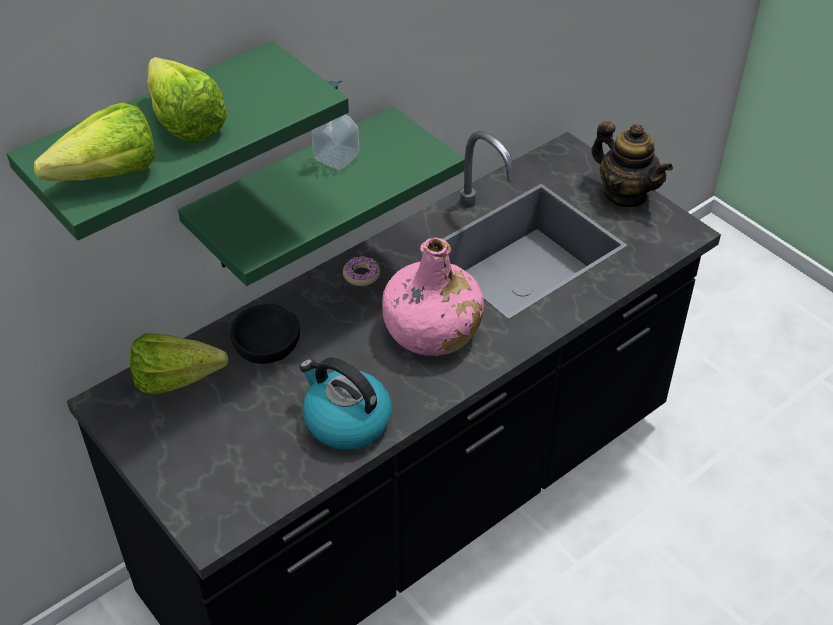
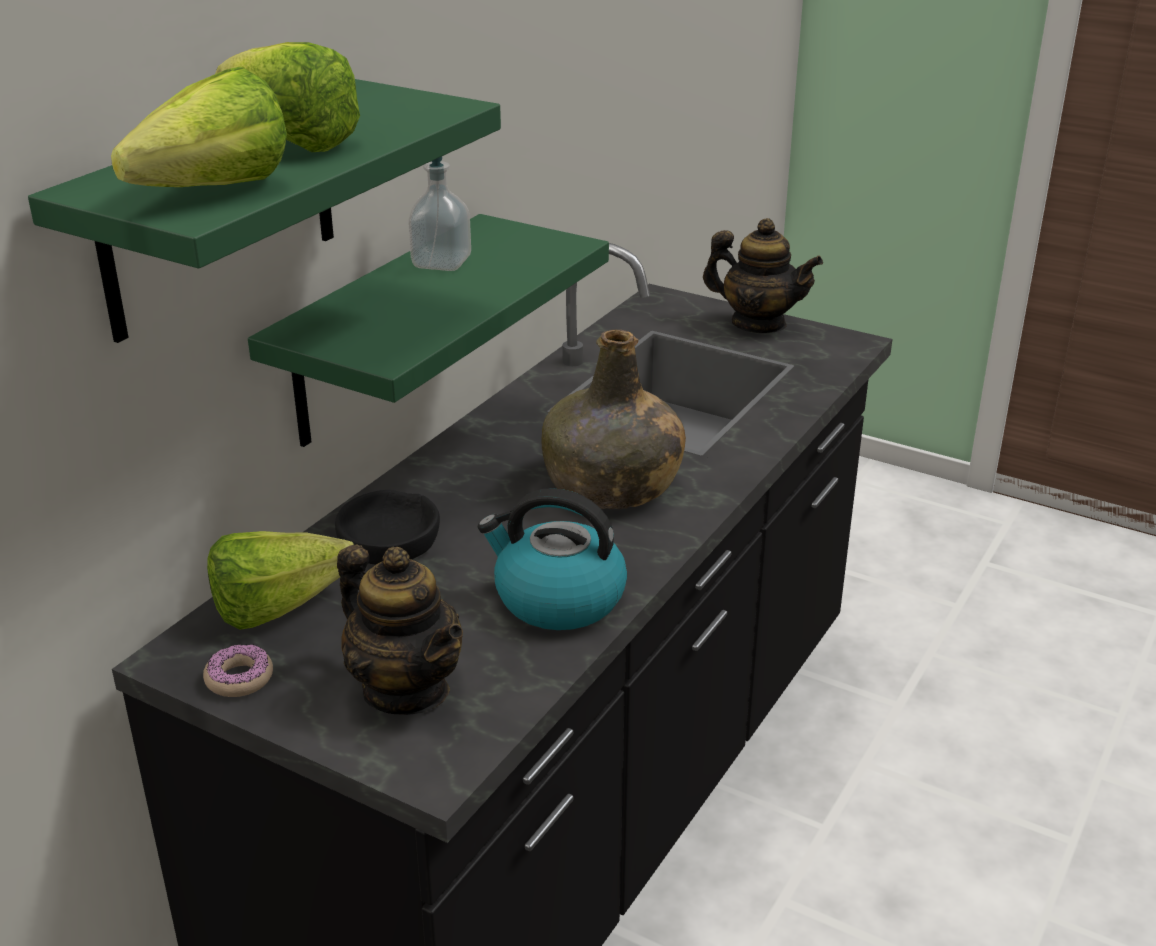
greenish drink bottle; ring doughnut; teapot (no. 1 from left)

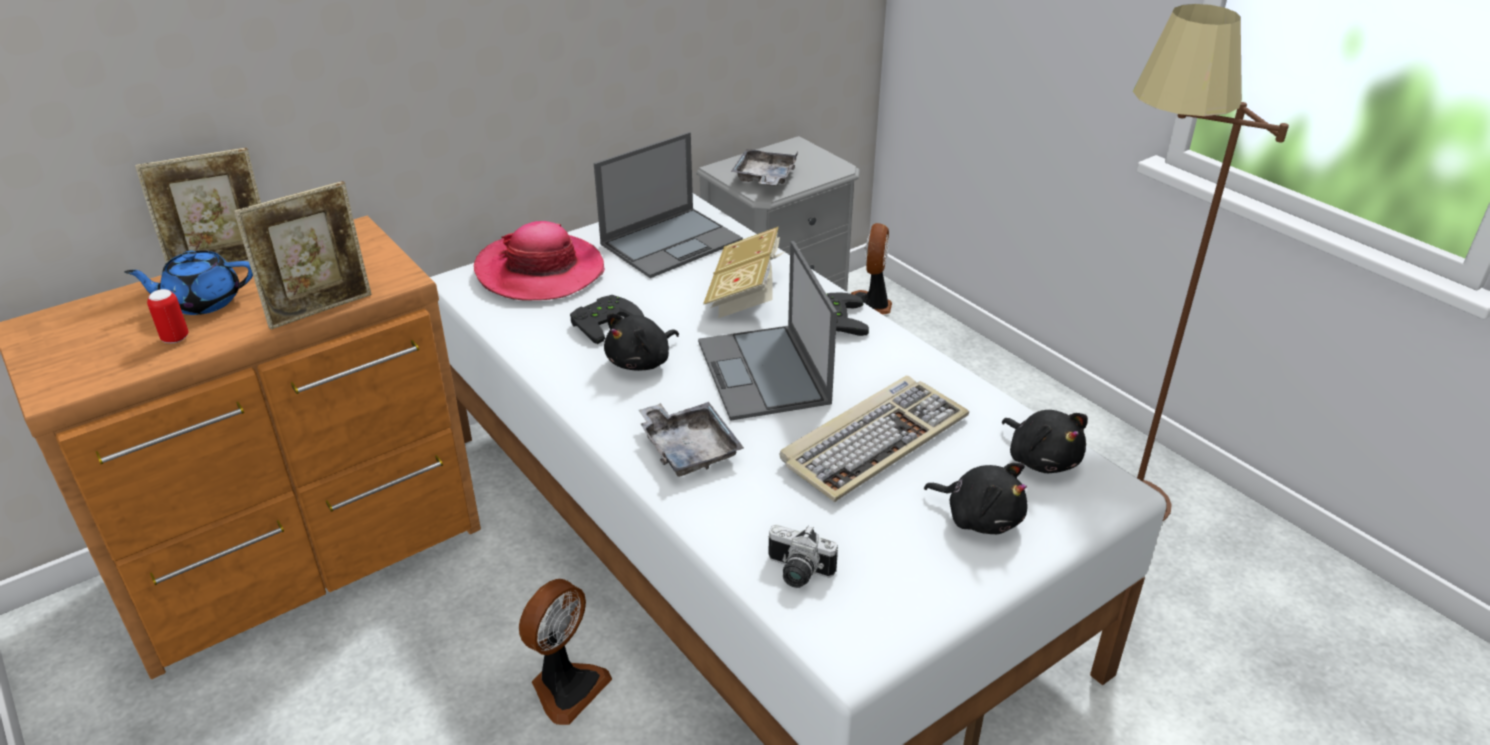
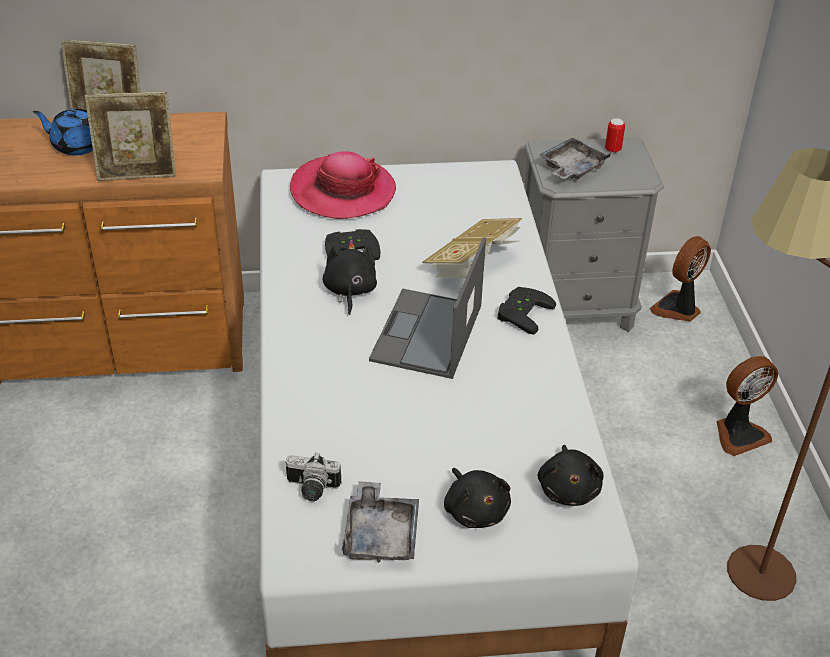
notebook computer (no. 1 from left in the first image); sealed can; blackish plush toy (no. 1 from left); keyboard; grey carrying tray (no. 1 from left); still camera; cooling fan (no. 2 from left)

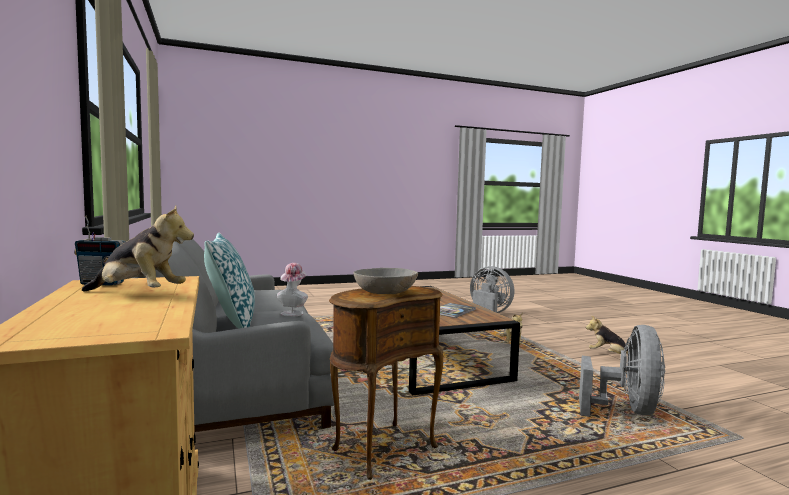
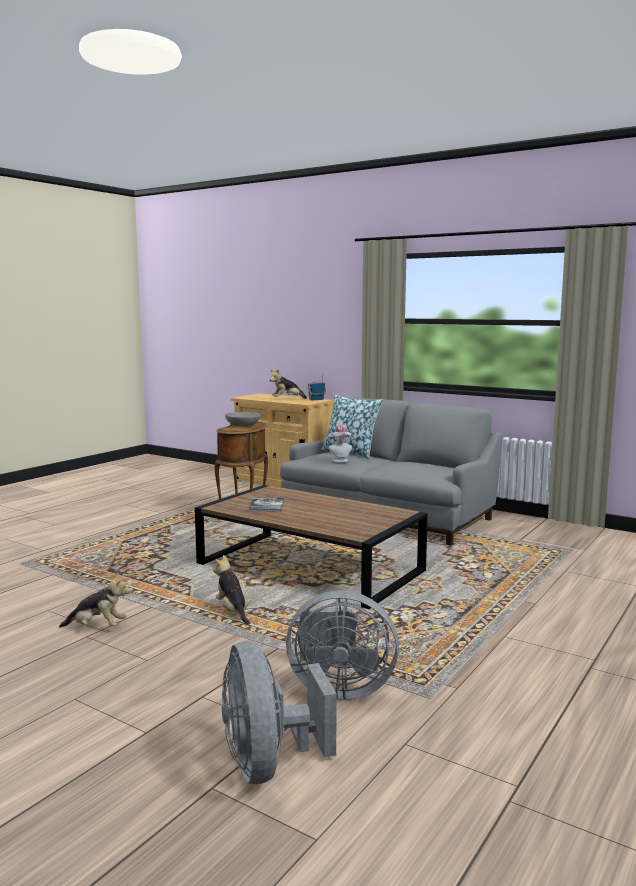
grey cooling fan (no. 1 from left)

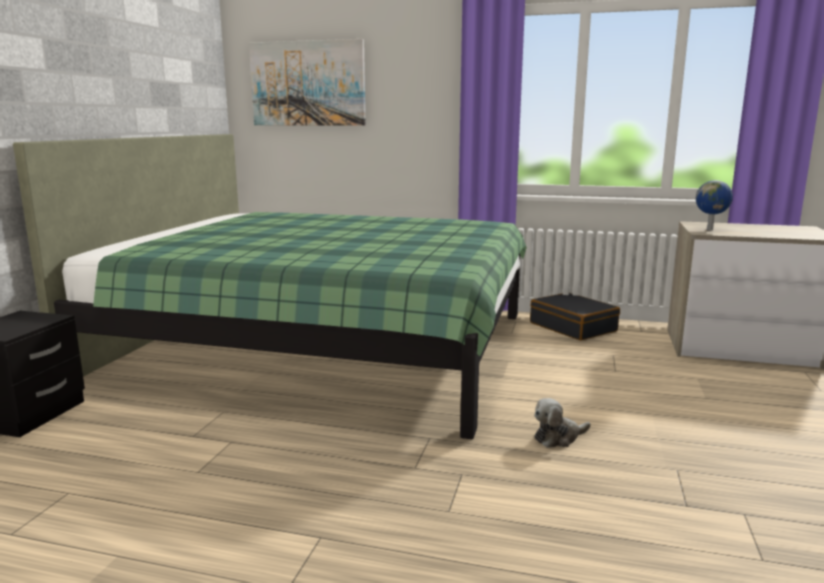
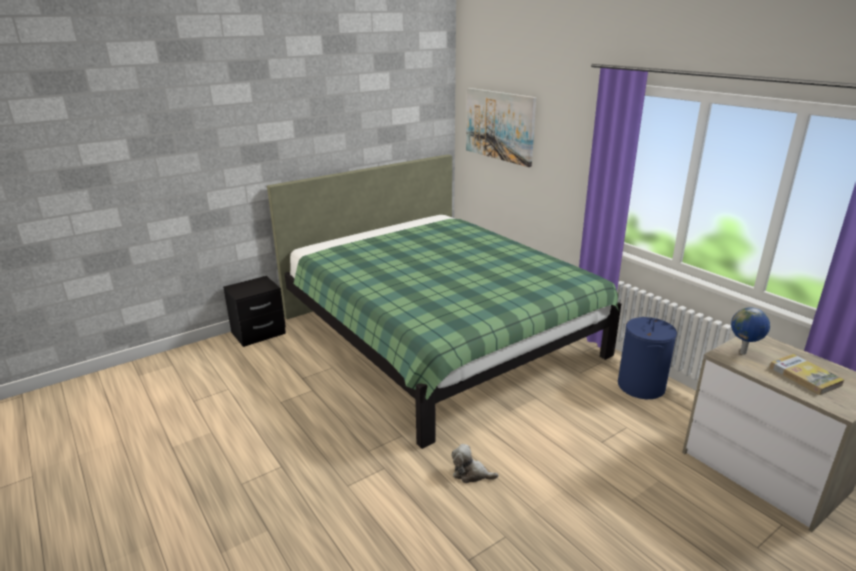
bluish washing basket; volume

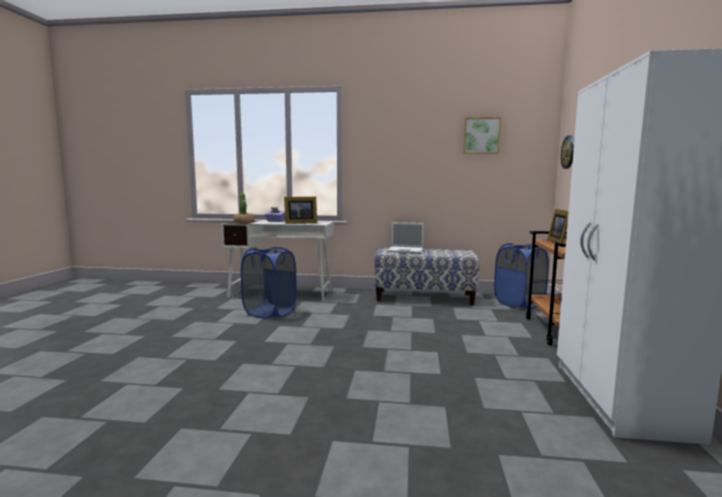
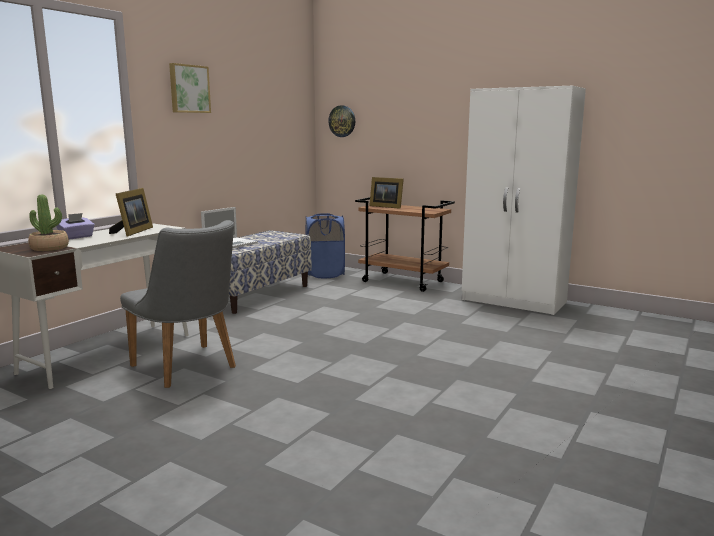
wall picture; grey upright chair

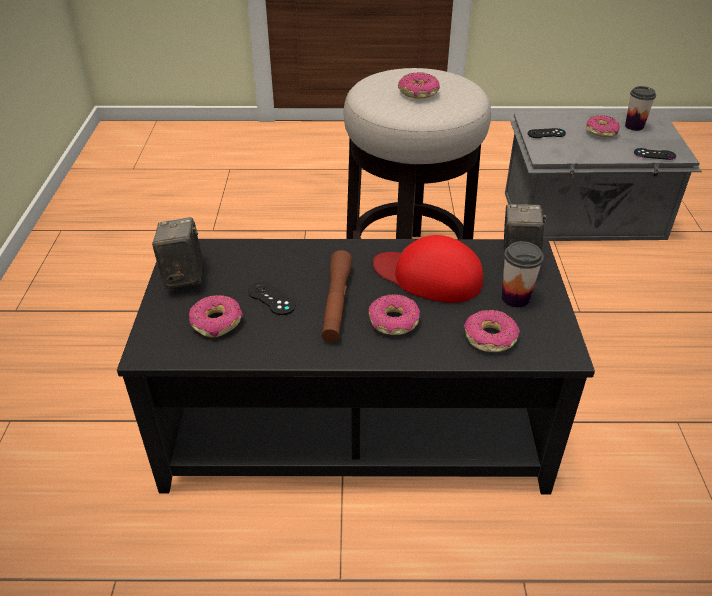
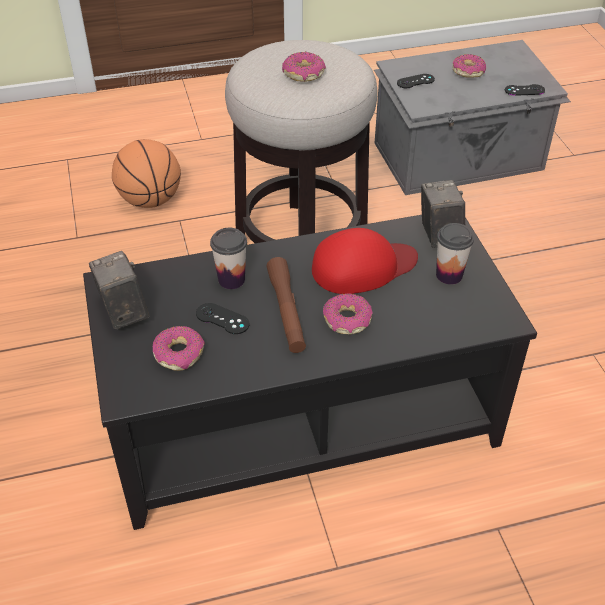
drinking cup (no. 1 from left); red-coloured baseball cap; ring doughnut (no. 4 from left in the first image); basketball

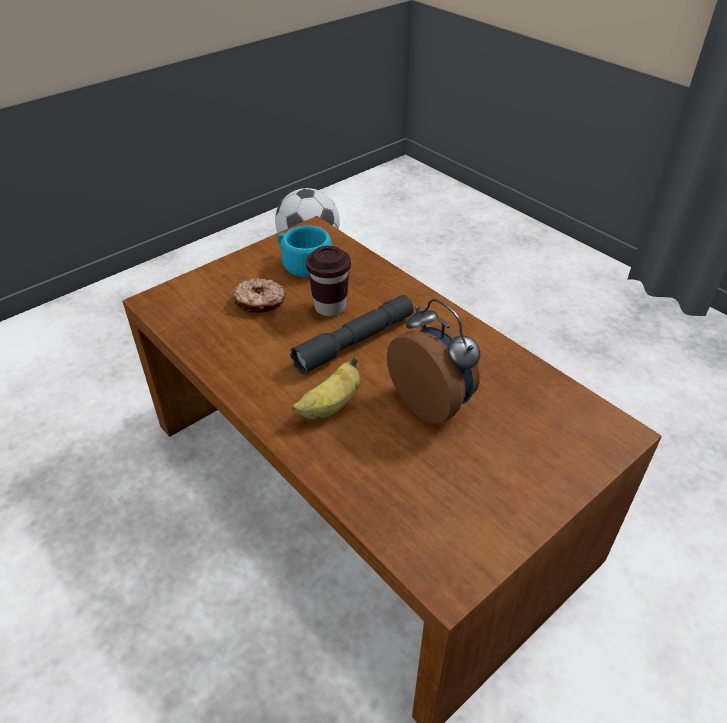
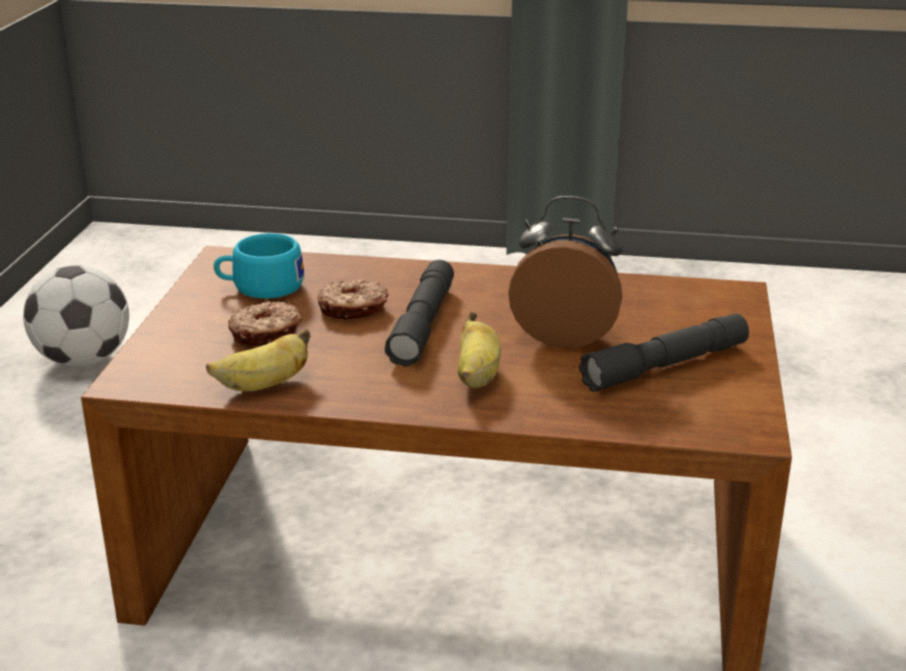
ring doughnut (no. 2 from left); grey flashlight (no. 2 from left); whole banana (no. 1 from left)

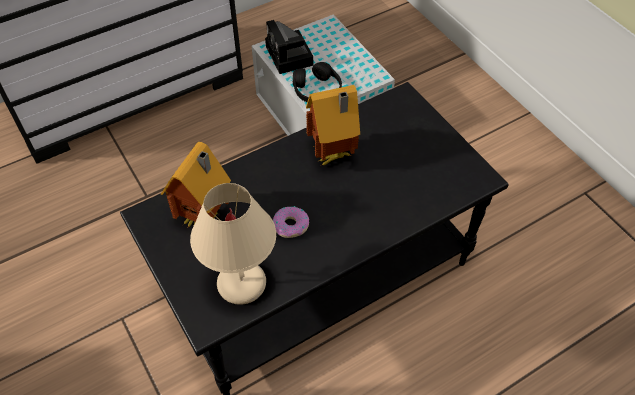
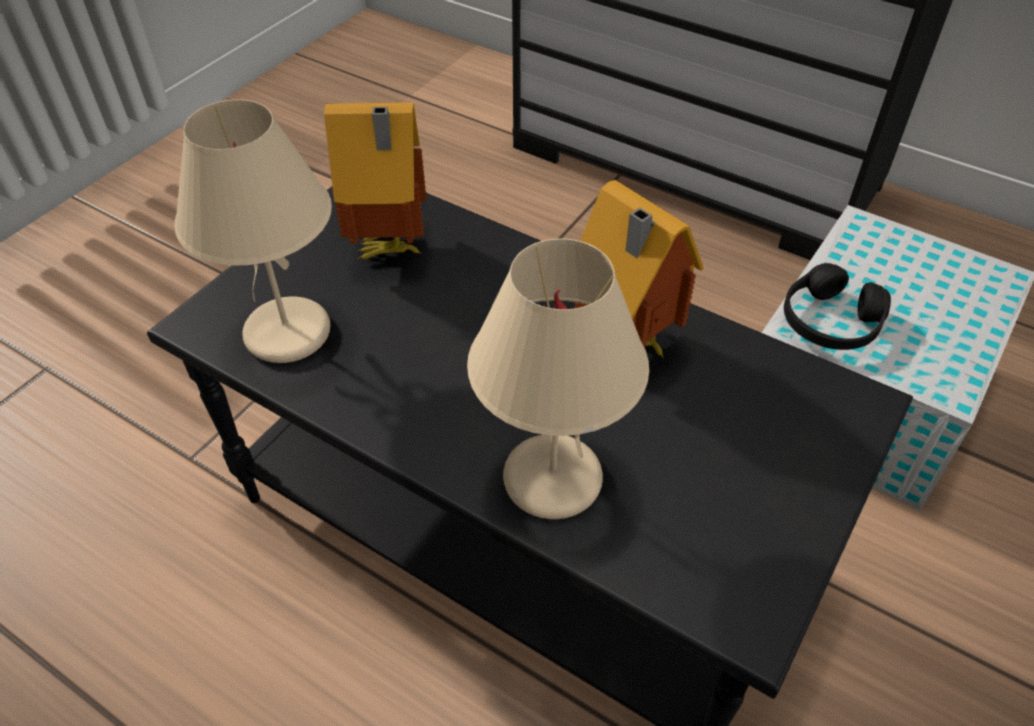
still camera; ring doughnut; beige tabletop lamp (no. 2 from left)

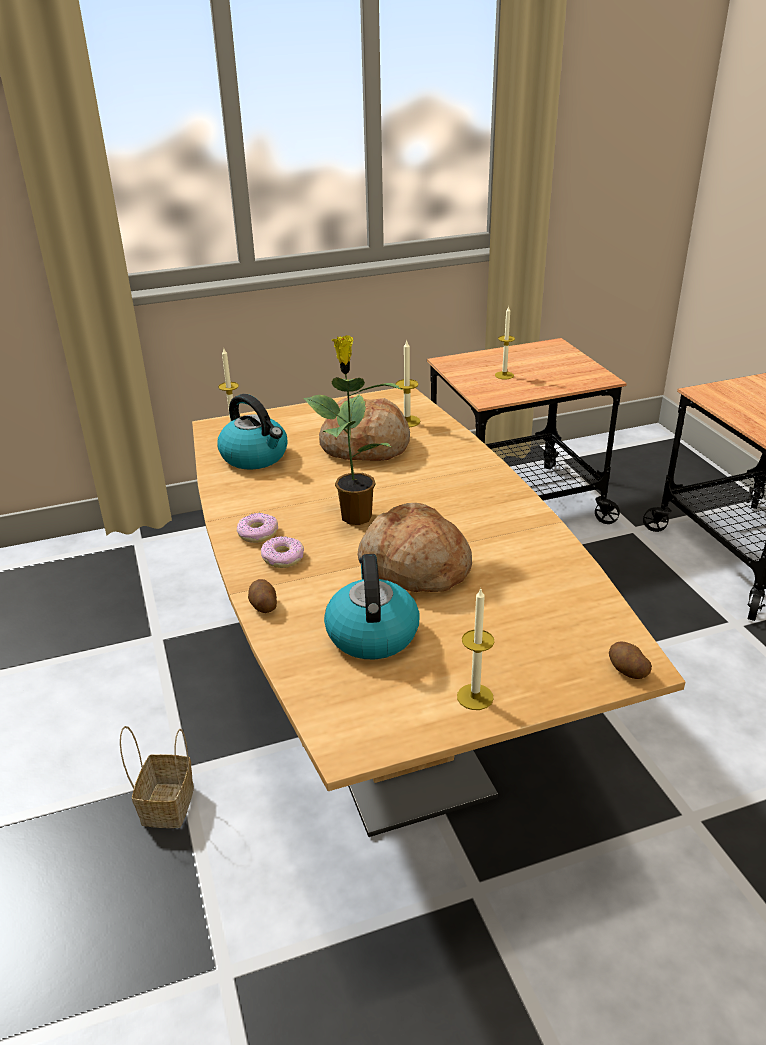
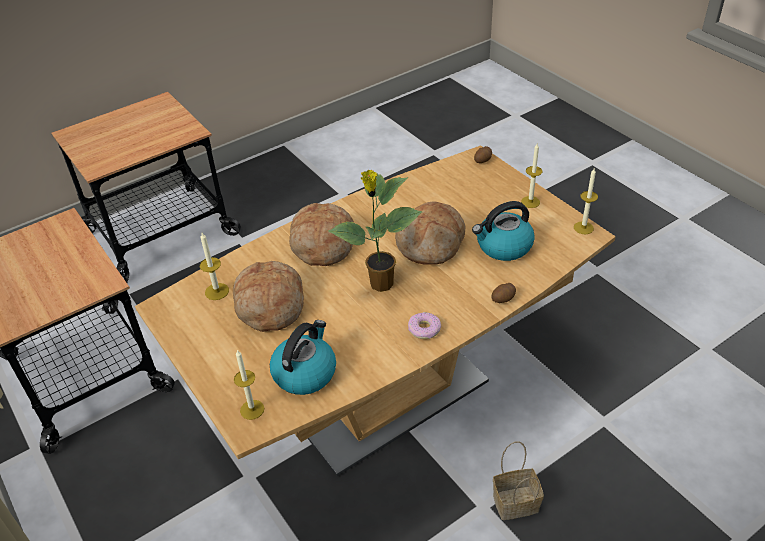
wax light (no. 4 from left); ring doughnut (no. 2 from left in the first image); baked bread (no. 2 from left)

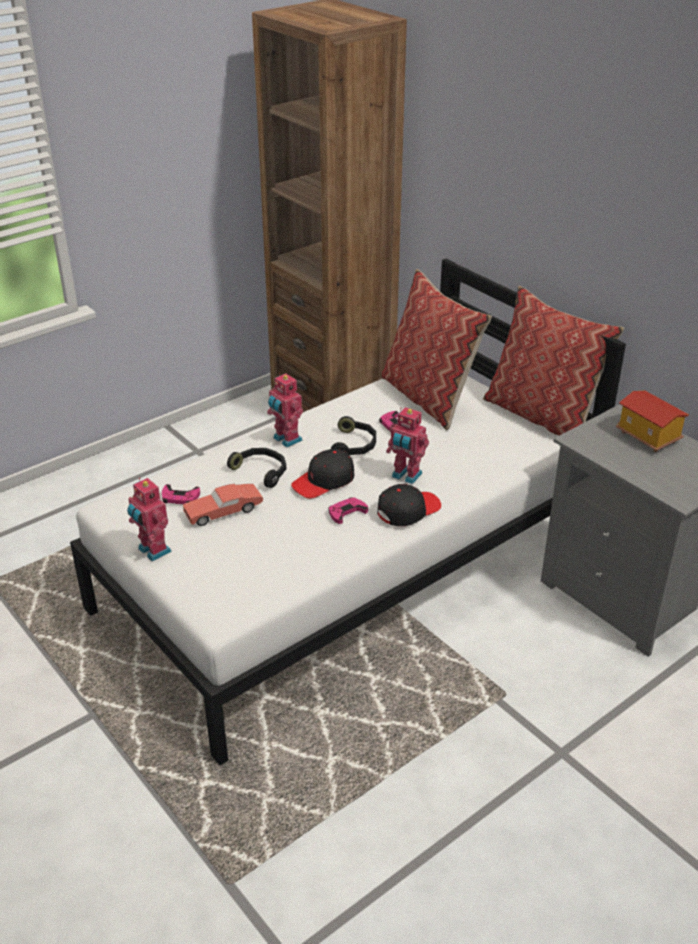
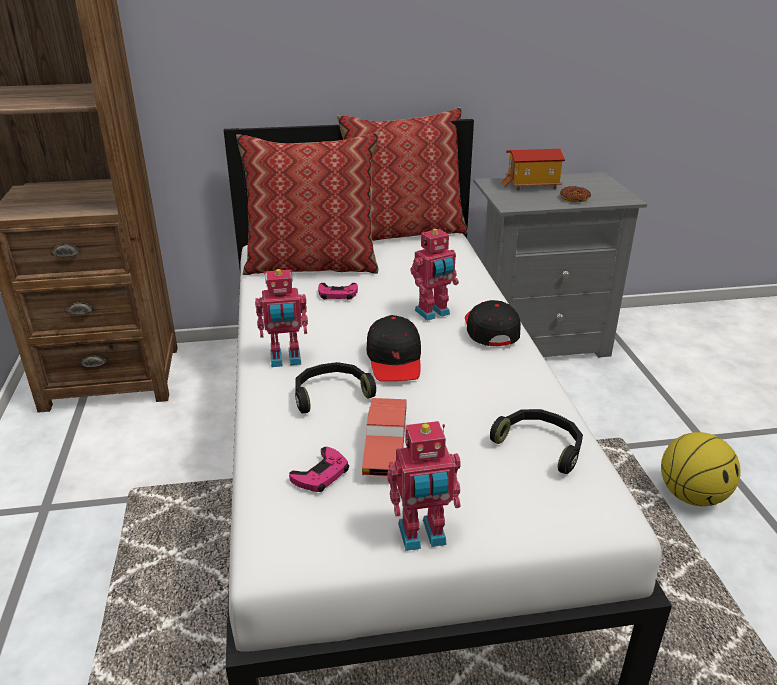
blackish pair of headphones (no. 2 from left); pinkish gamepad (no. 2 from left in the first image); ring doughnut; basketball

